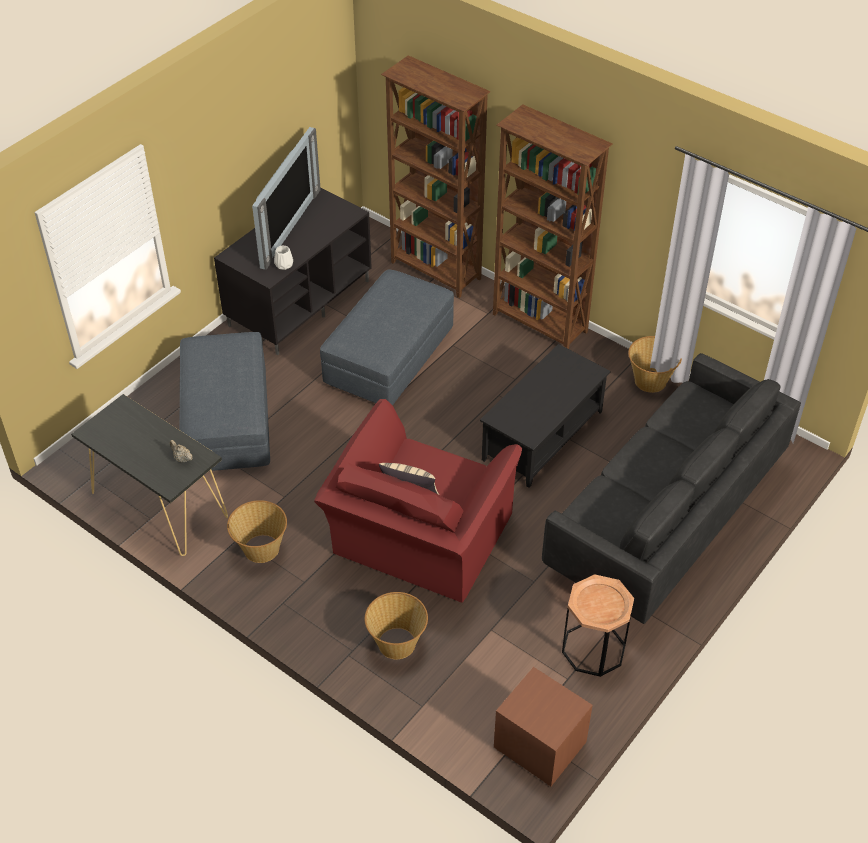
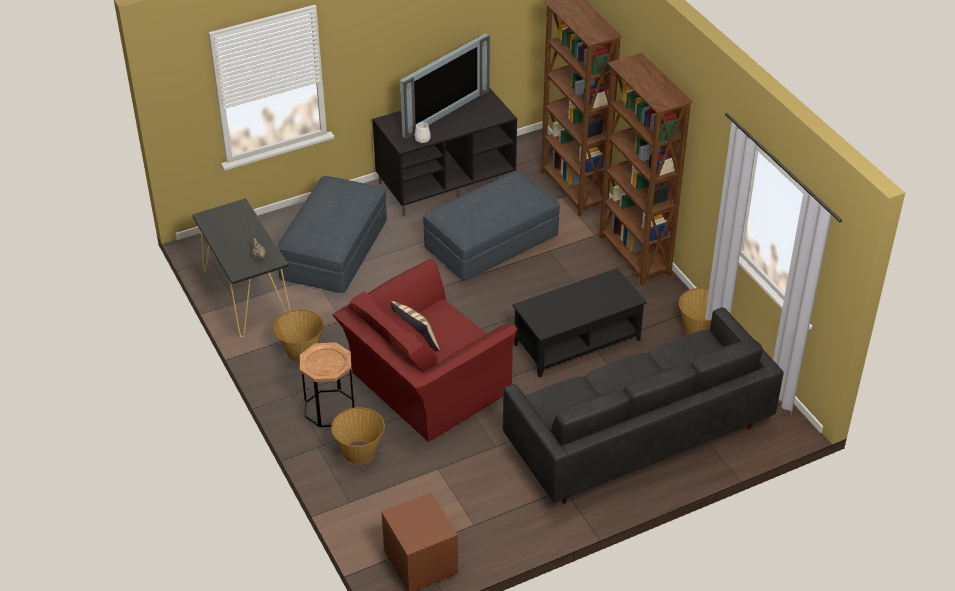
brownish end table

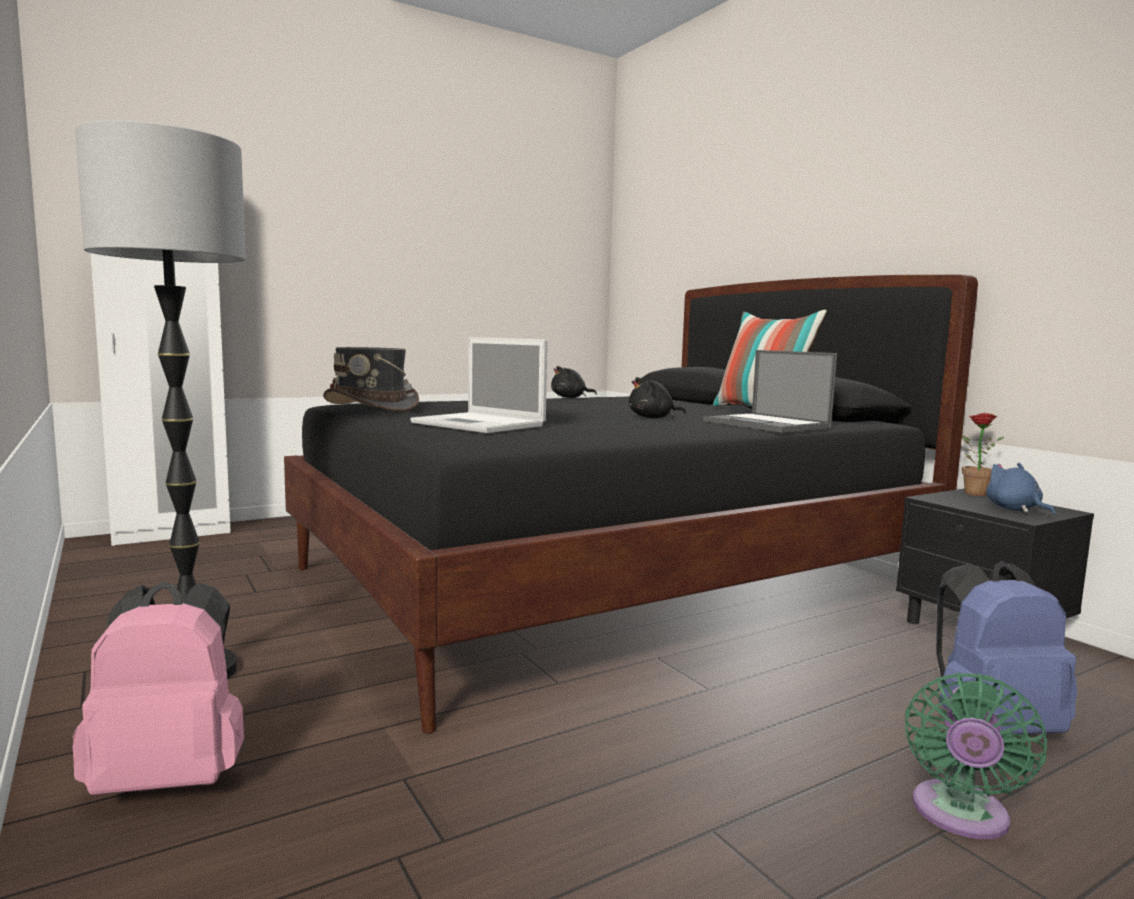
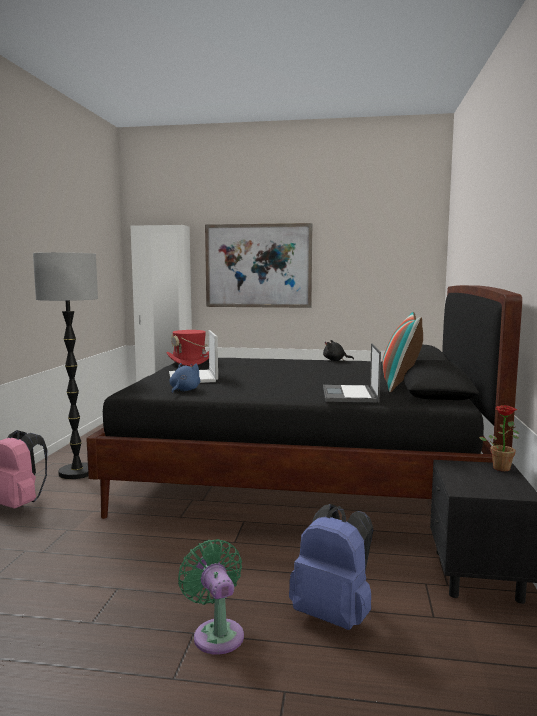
red-coloured hat; blackish plush toy (no. 2 from left in the first image); bluish plush toy; greenish cooling fan; wall picture

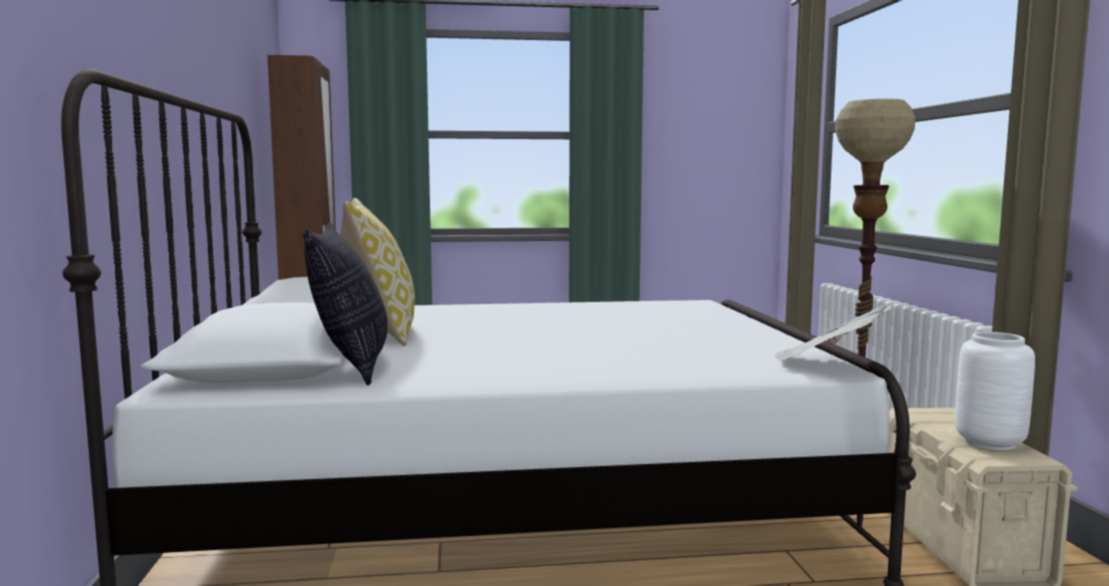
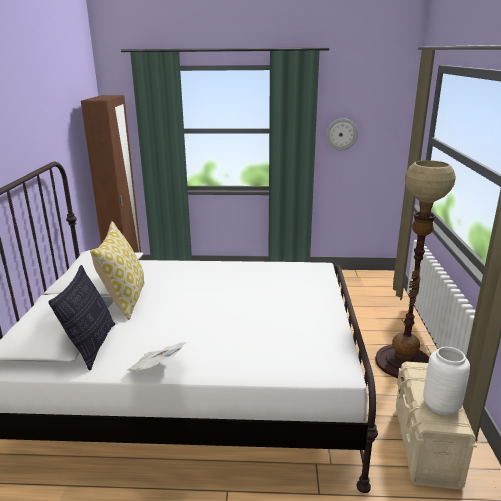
daily paper; wall clock

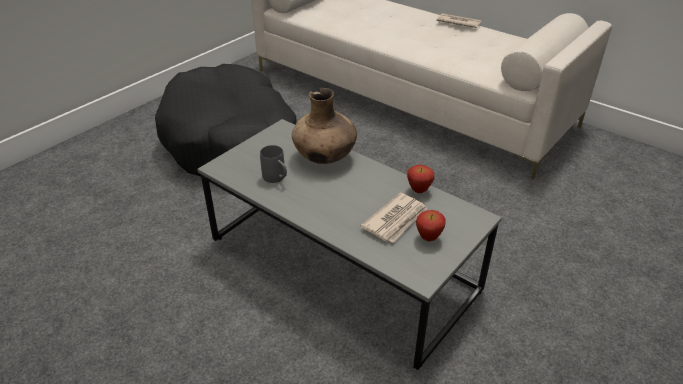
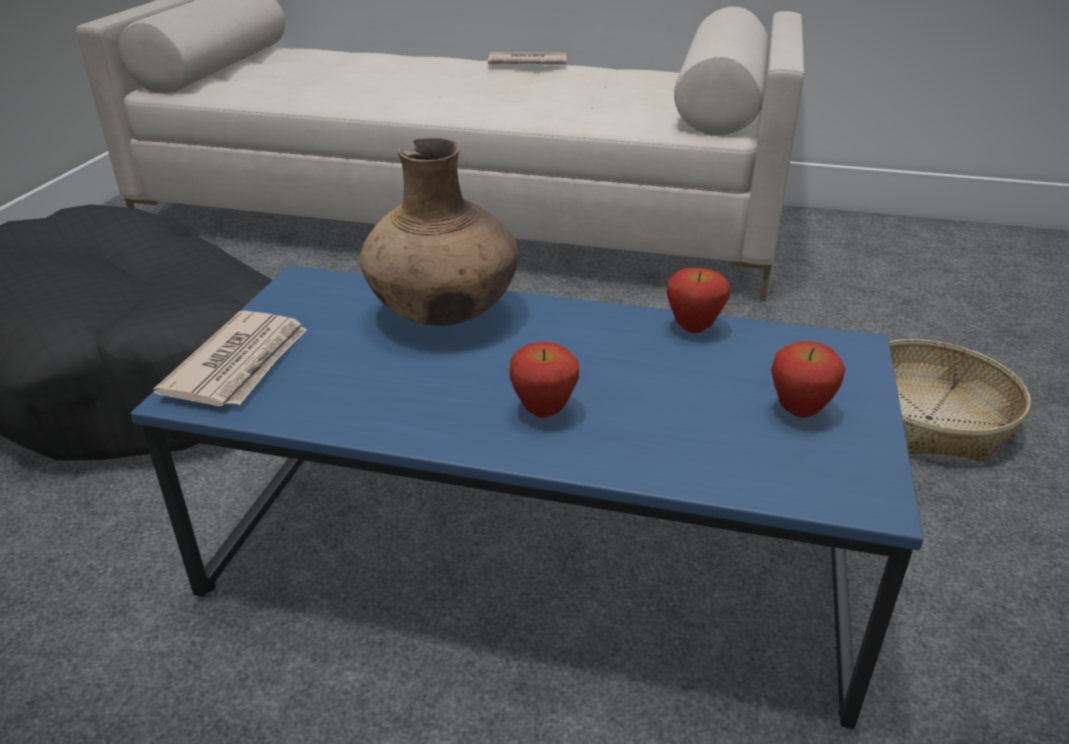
bluish lounge table; grey mug; daily paper (no. 1 from left); household basket; apple fruit (no. 1 from left)

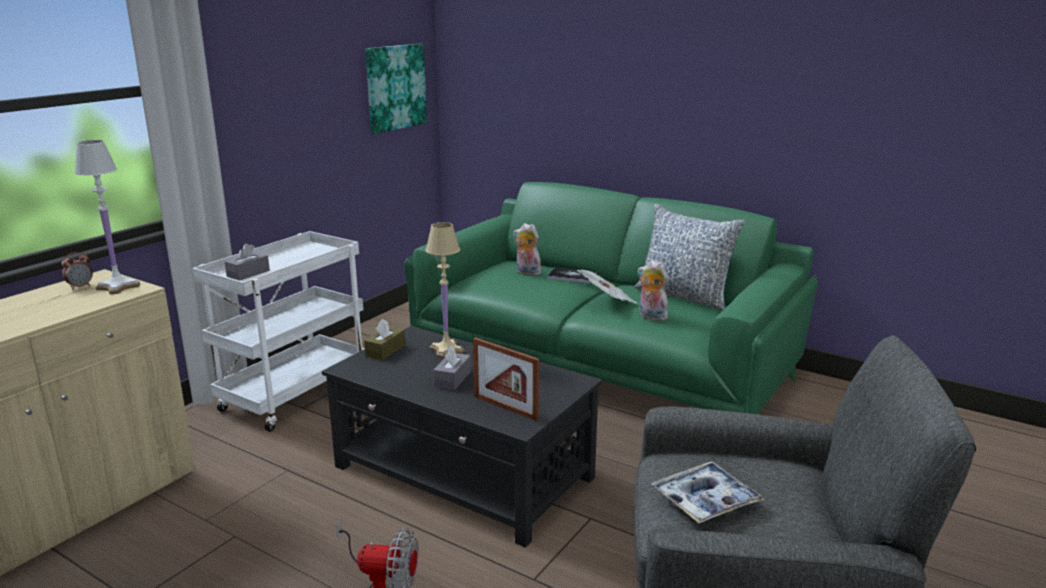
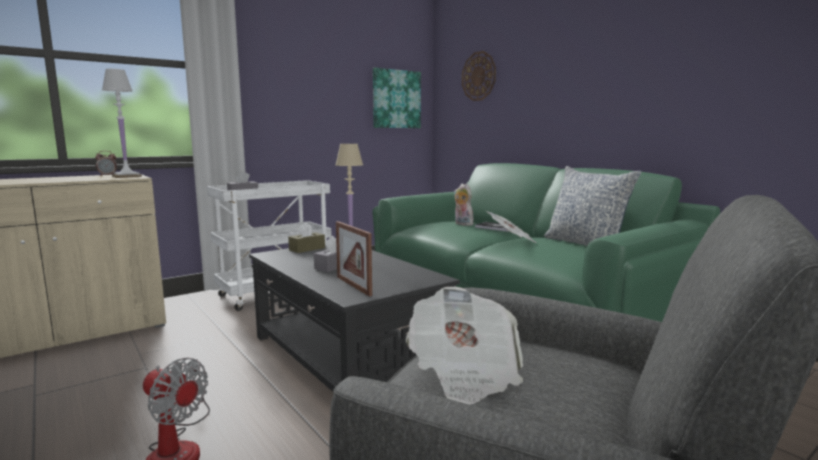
plush toy (no. 2 from left in the first image); daily paper (no. 1 from left); wall clock

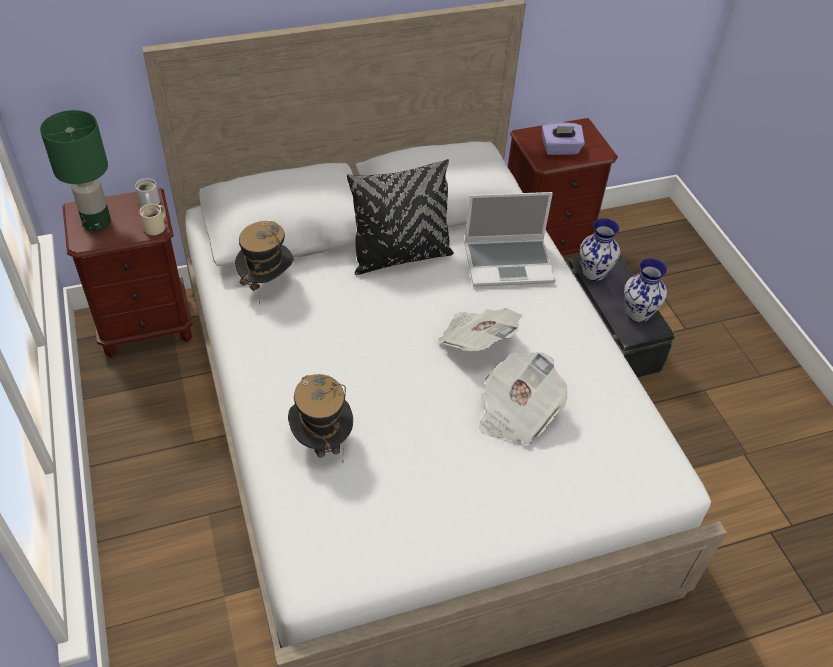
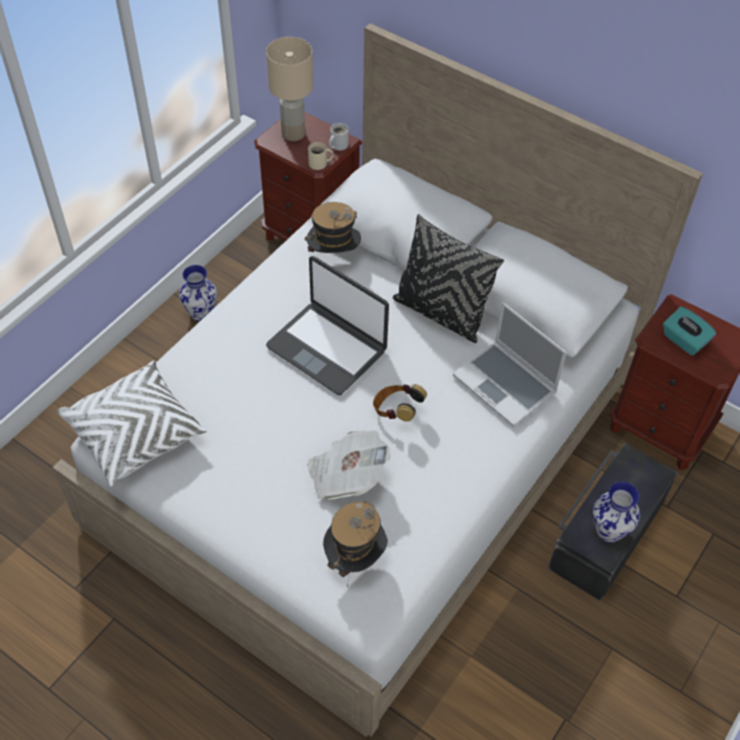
beige tabletop lamp; turquoise box of tissues; vase (no. 1 from left); pair of headphones; hat (no. 2 from left); notebook computer (no. 1 from left); white-coloured cushion

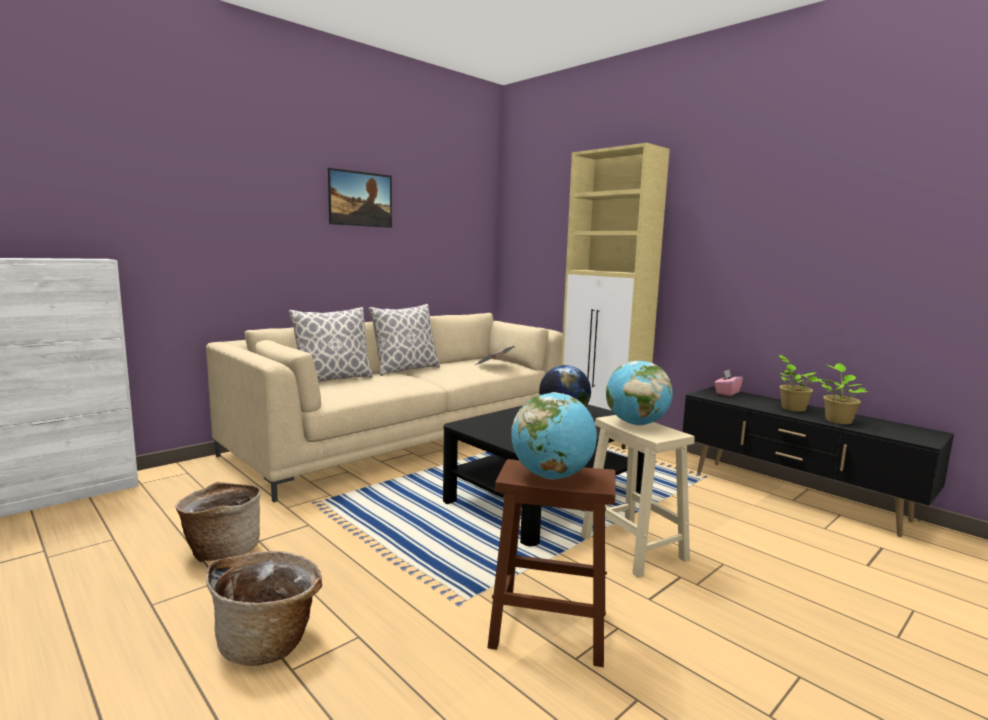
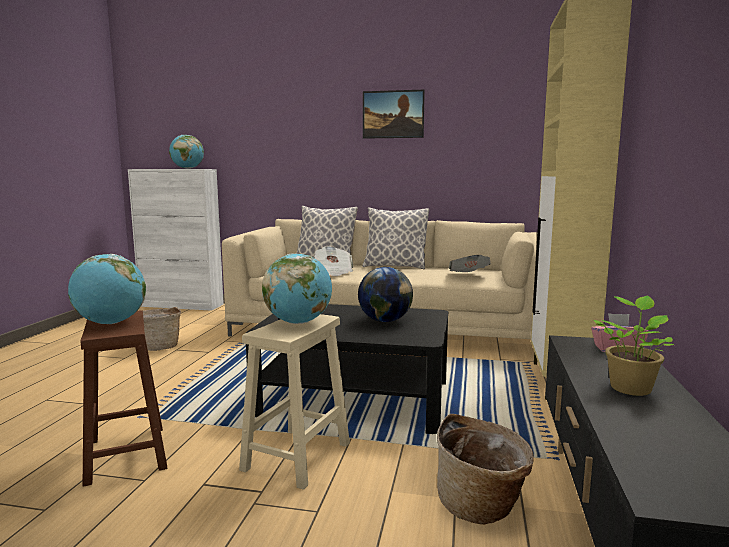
plant in a pot (no. 2 from left in the first image); household basket (no. 2 from left); desk globe (no. 2 from left); daily paper (no. 1 from left)

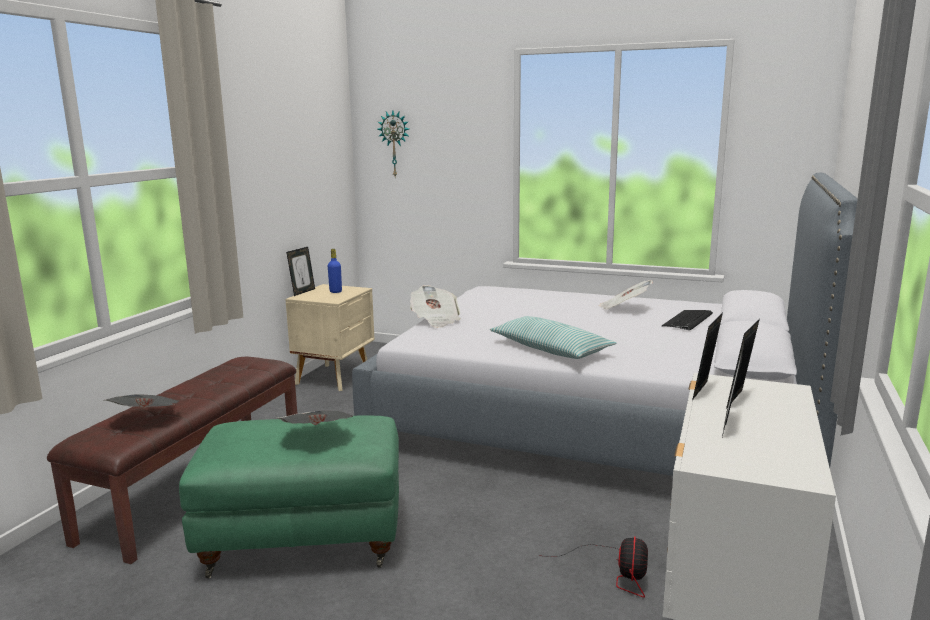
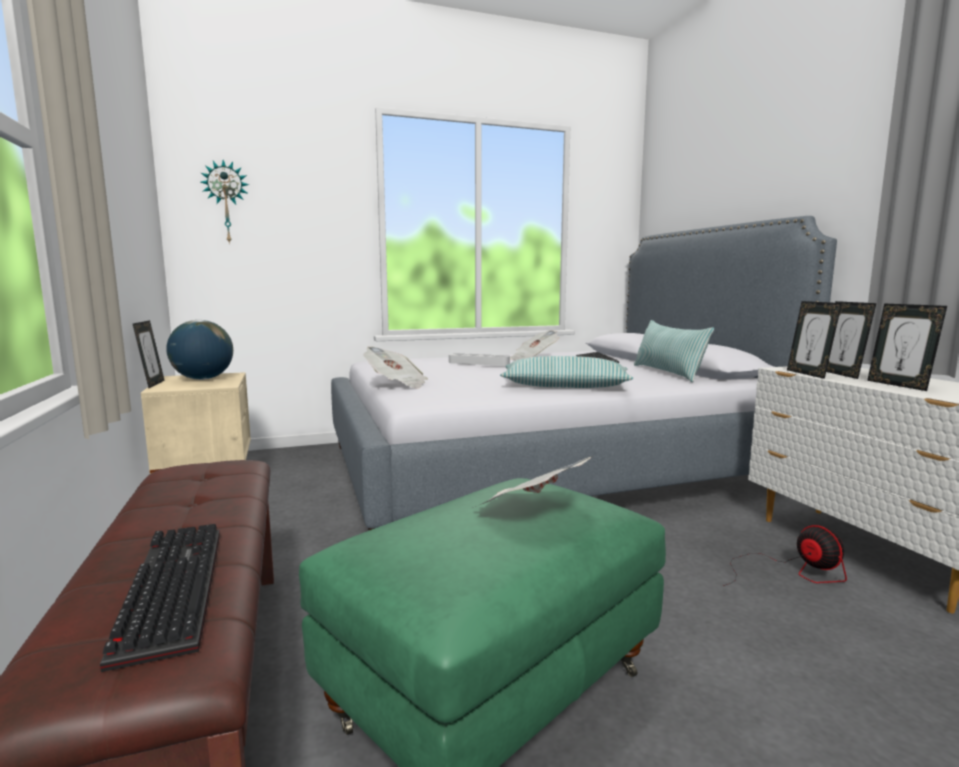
desk globe; keyboard (no. 1 from left); cushion (no. 2 from left); grey carrying tray

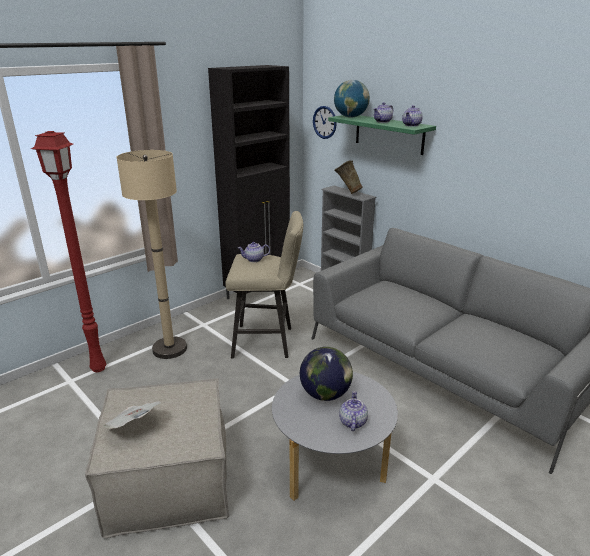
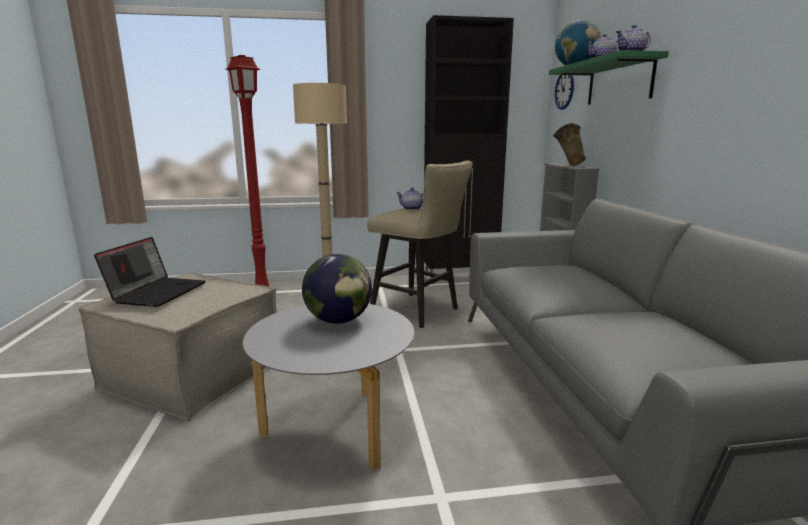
teapot (no. 2 from left in the first image); notebook computer

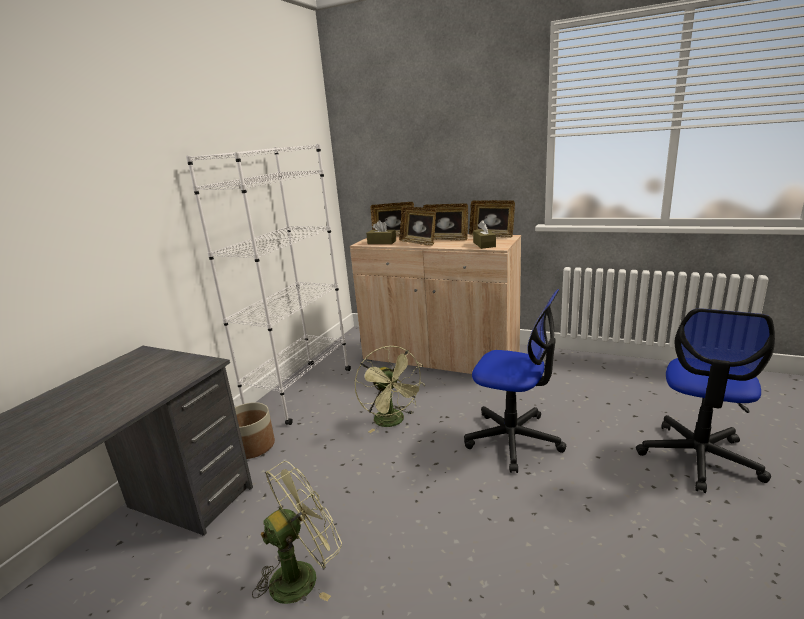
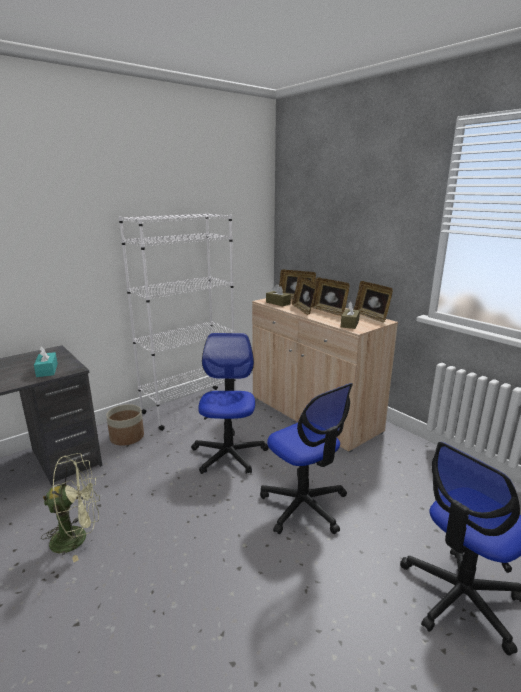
office chair (no. 1 from left); turquoise box of tissues

